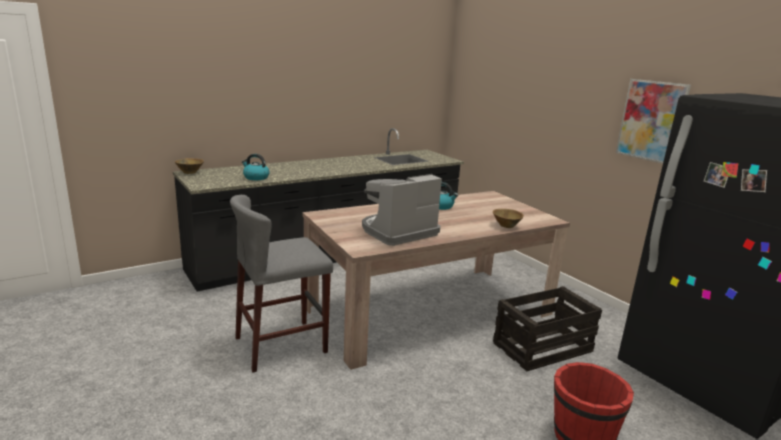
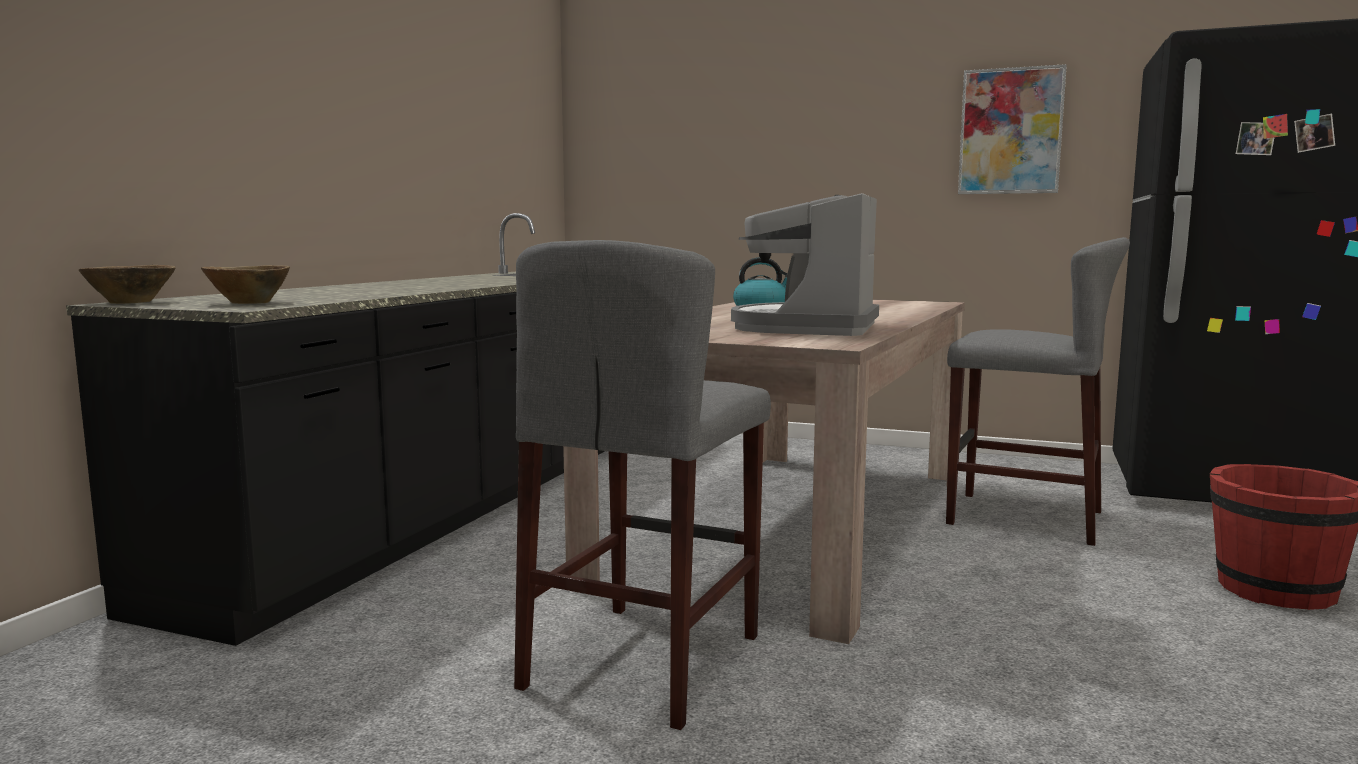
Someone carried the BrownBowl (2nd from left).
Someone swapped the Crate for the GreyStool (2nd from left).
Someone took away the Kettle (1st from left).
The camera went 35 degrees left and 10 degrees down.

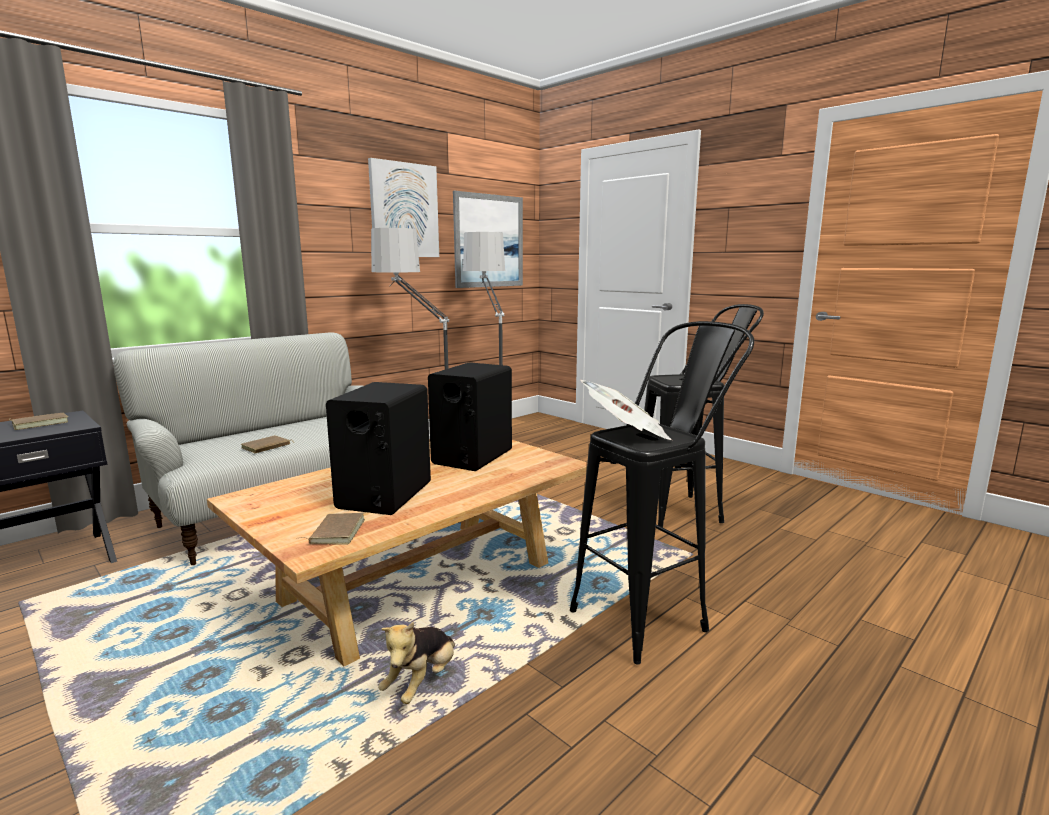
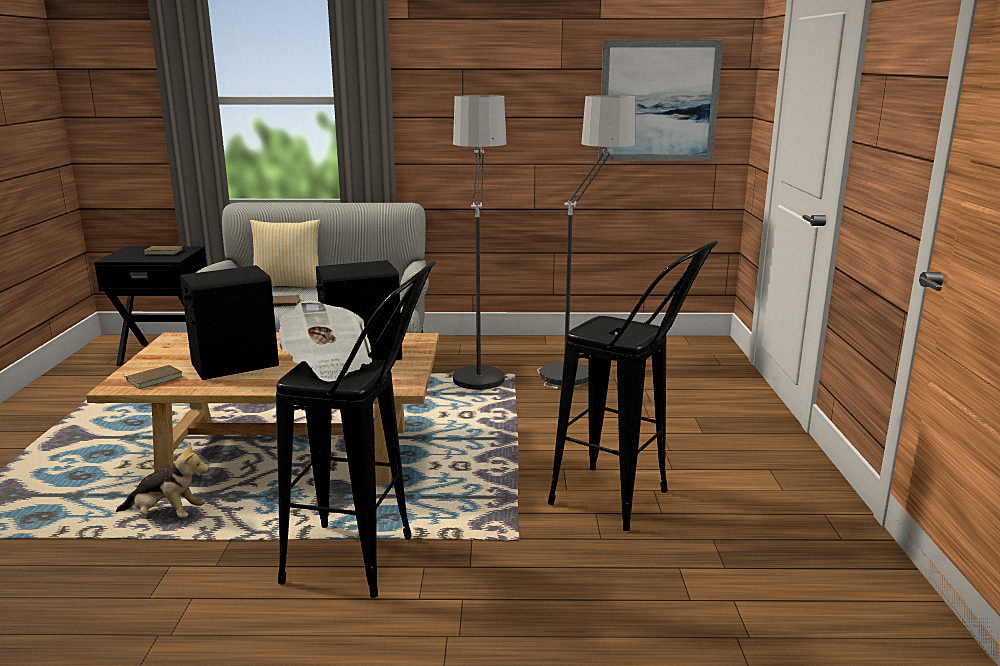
Someone rotated the PlushToy by 150 degrees counterclockwise.
Someone put down the Pillow.
Someone took away the Picture (1st from left).
The camera went 45 degrees right and 5 degrees up.

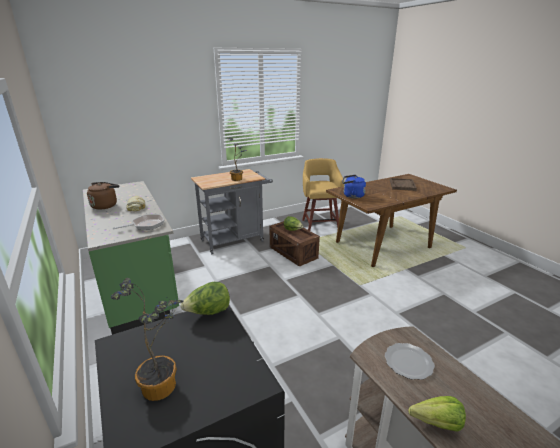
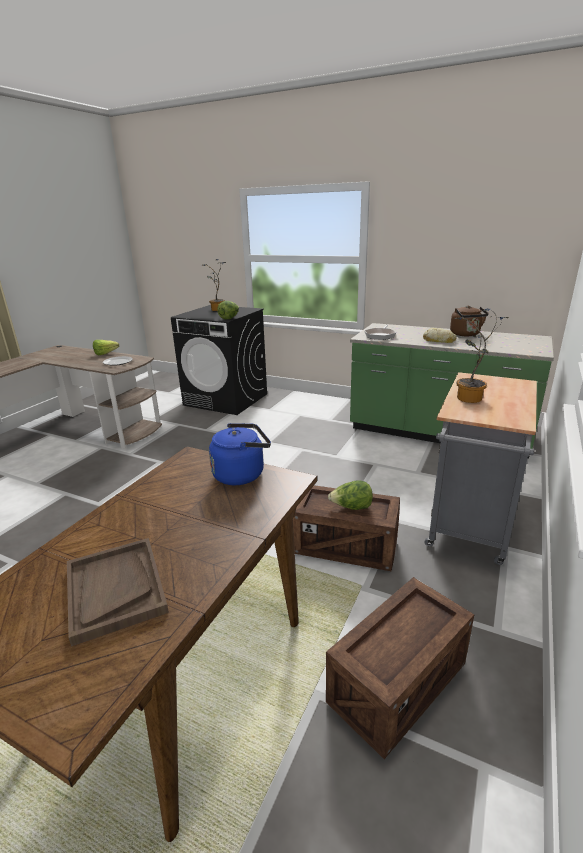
Someone swapped the YellowStool for the Crate (2nd from left).
The camera went 145 degrees right and 0 degrees up.

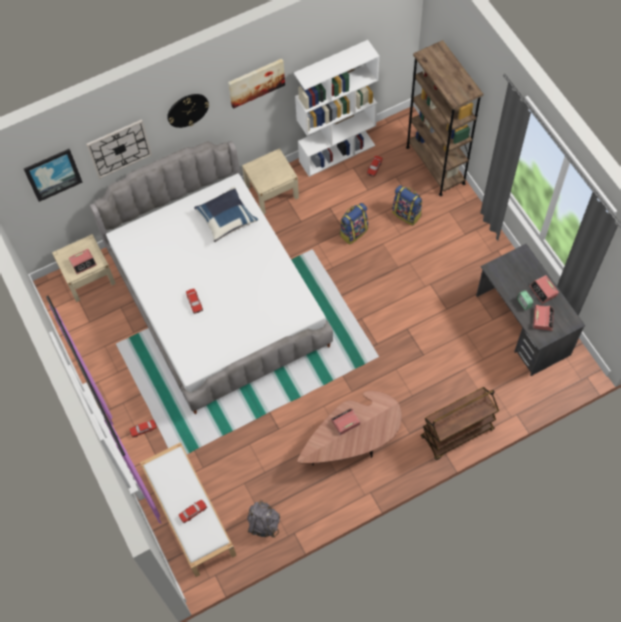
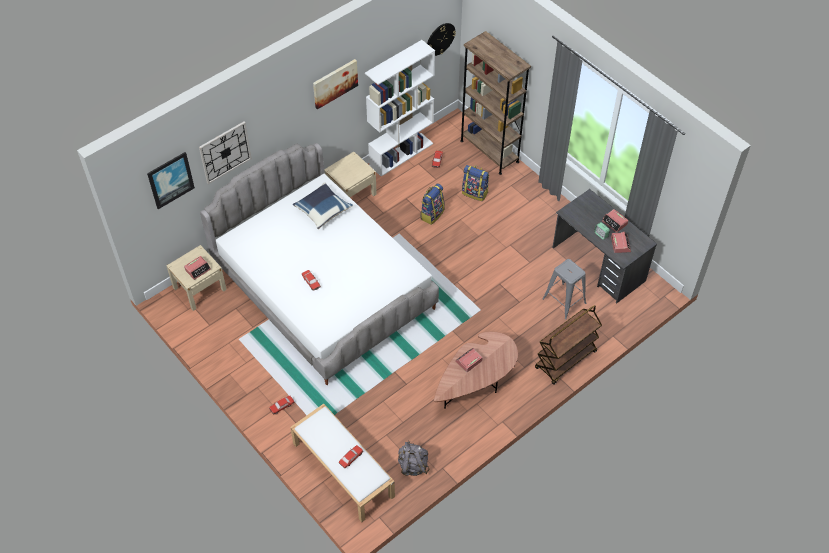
Someone carried the WallClock (2nd from left).
Someone put down the GreyStool.
The camera went 15 degrees left and 10 degrees down.

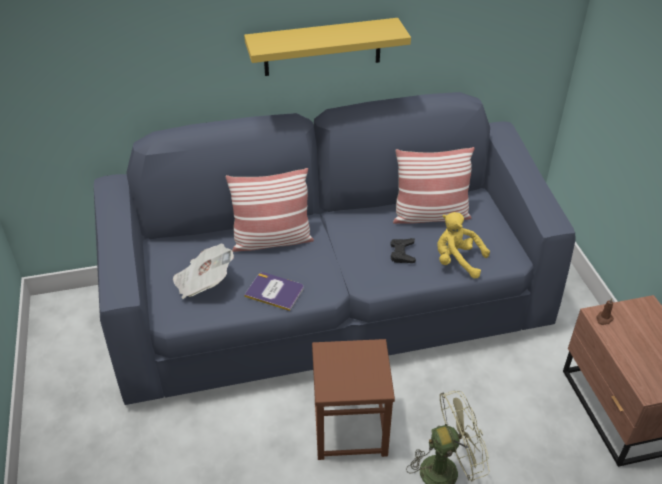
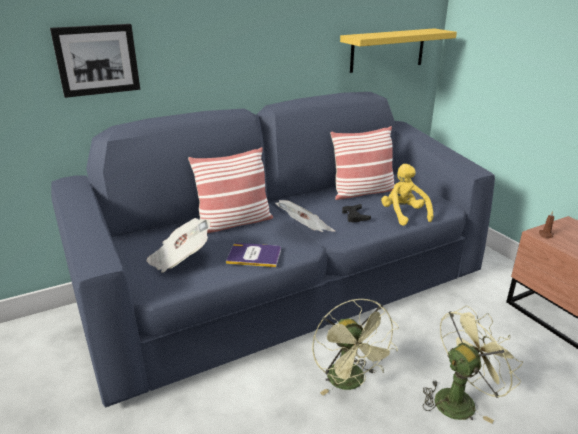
Someone put up the Picture.
Someone put down the Newspaper (2nd from left).
Someone swapped the BrownStool for the GreenFan (1st from left).
Someone carried the YellowShelf.
Someone rotated the YellowPlushToy by 60 degrees clockwise.
The camera went 15 degrees left and 15 degrees down.

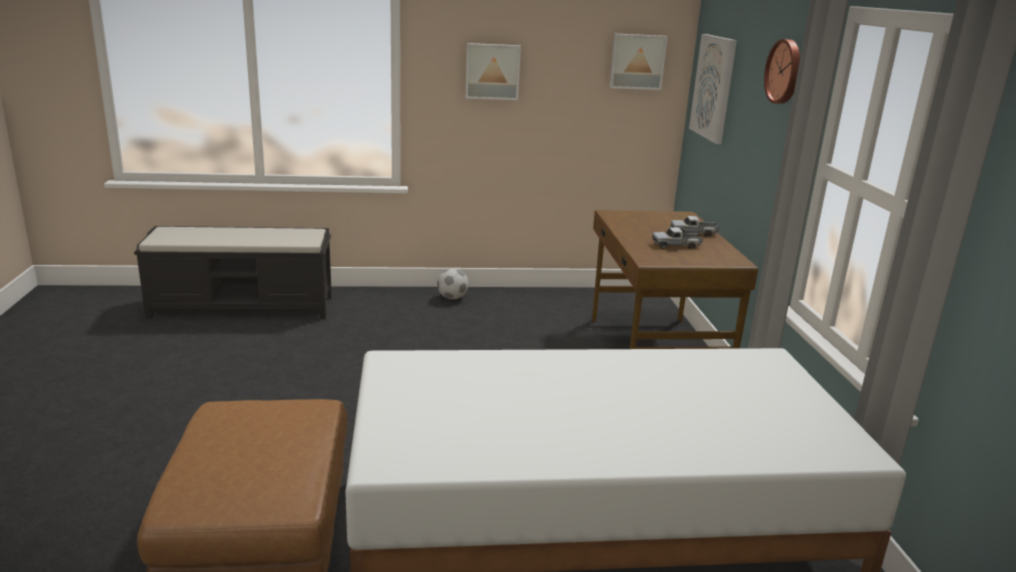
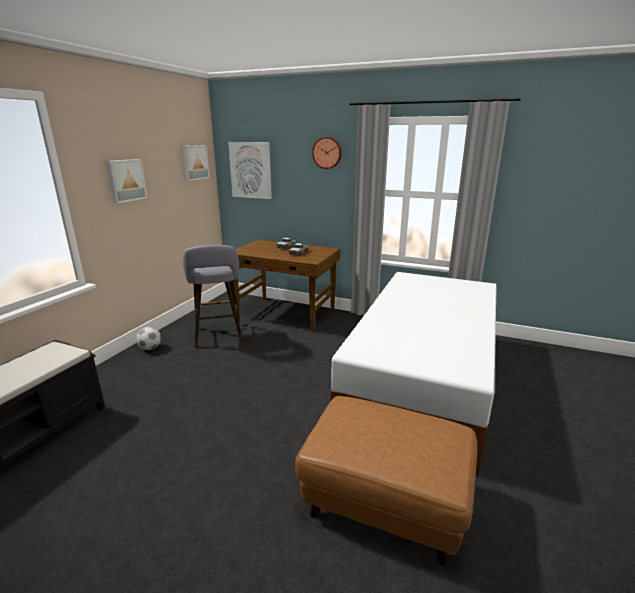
Someone put down the GreyStool.
The camera went 60 degrees left and 0 degrees up.

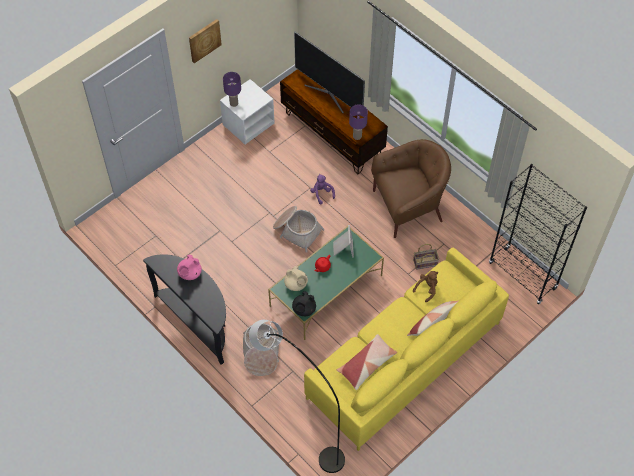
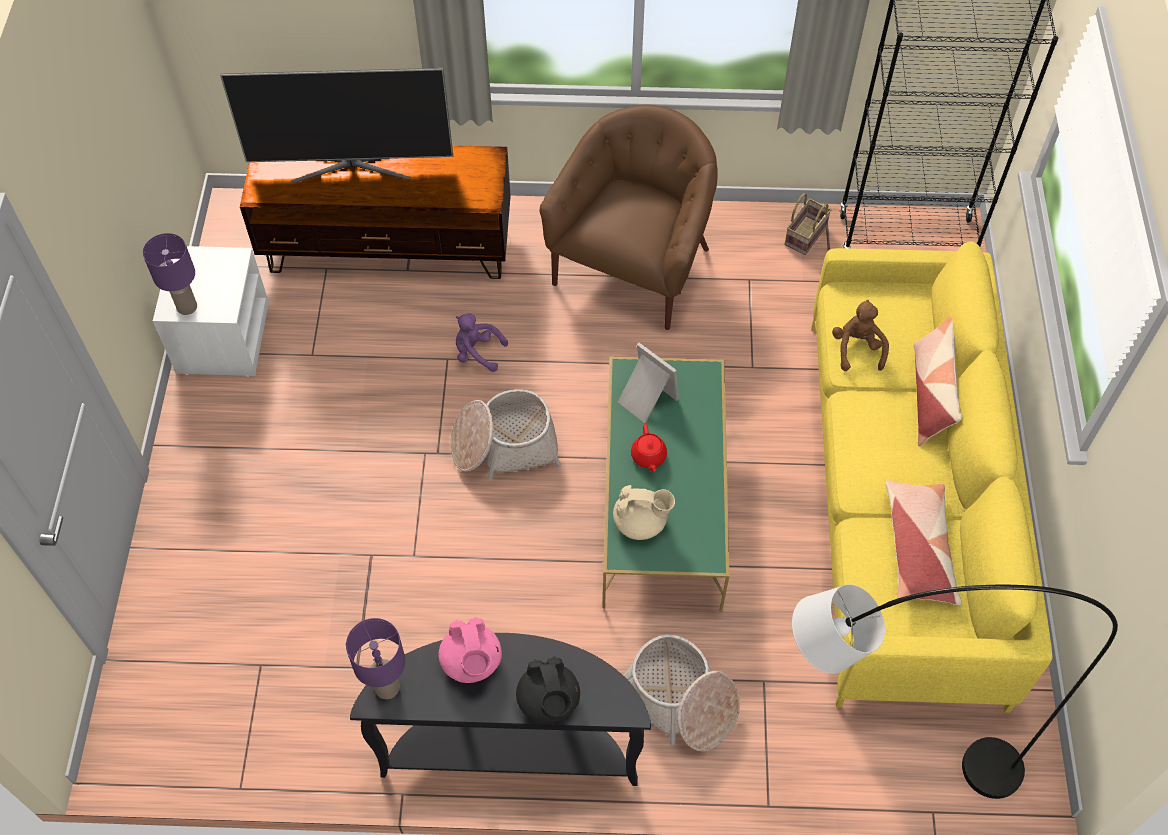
Someone carried the PurpleTableLamp (2nd from left).
Someone carried the BlackTeapot.
Someone carried the Basket (3rd from left).
Someone took away the Picture.
The camera went 45 degrees left and 0 degrees up.

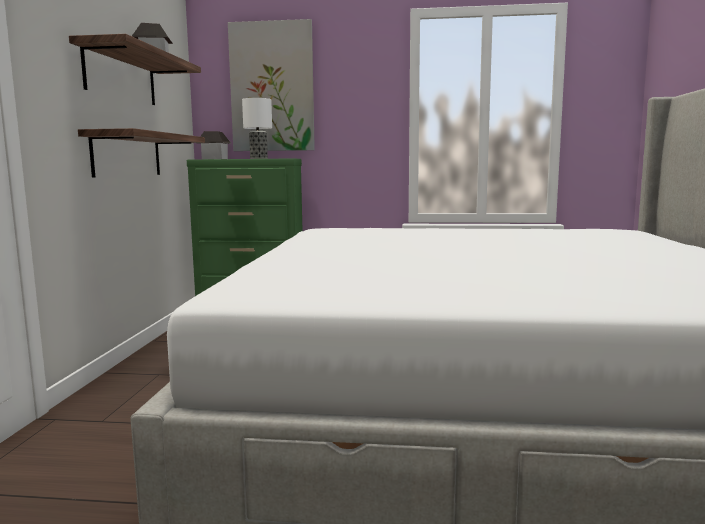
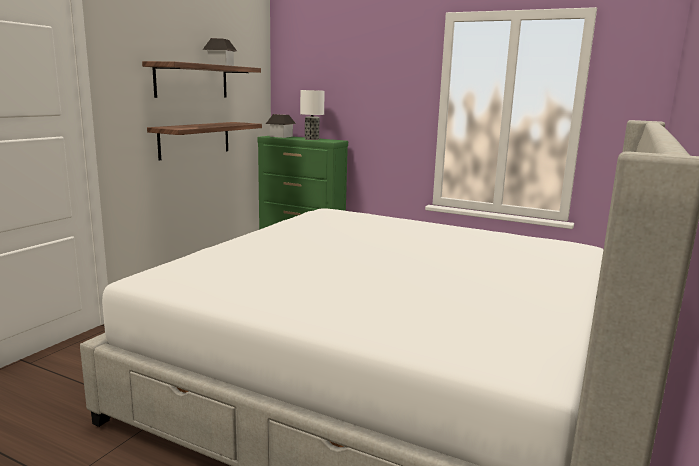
Someone took away the Picture.
The camera went 20 degrees right and 5 degrees up.

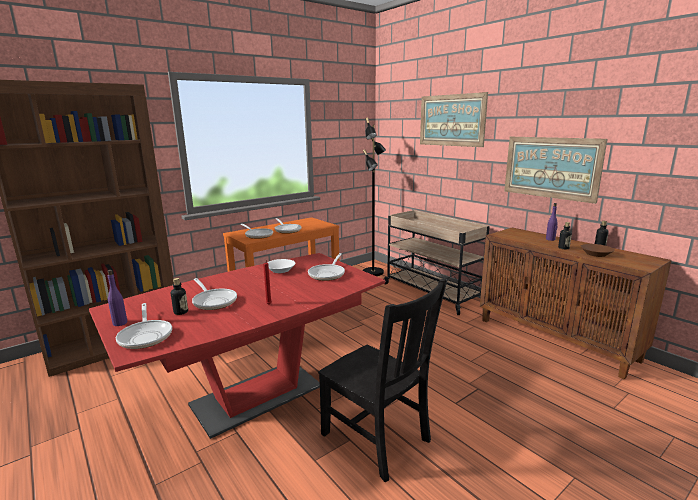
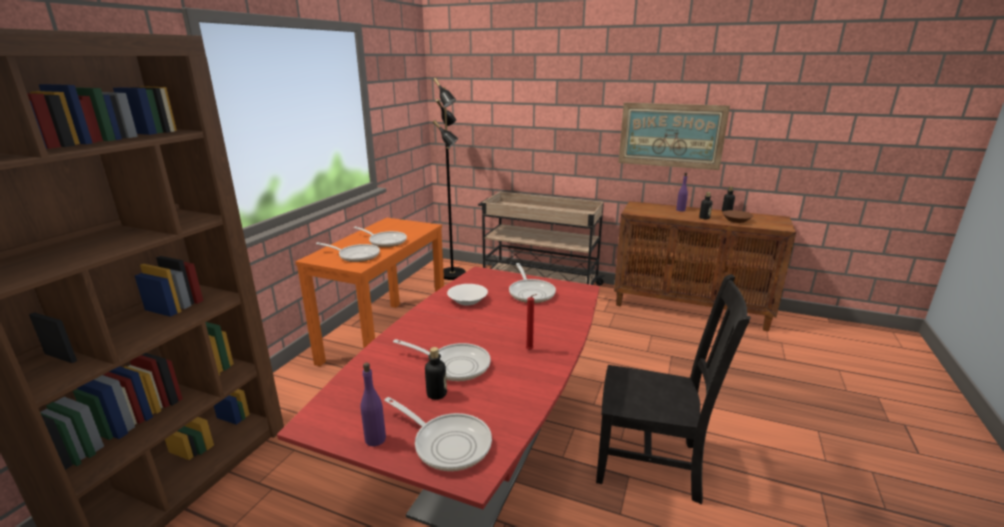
Someone took away the Picture (1st from left).
The camera went 30 degrees left and 5 degrees up.

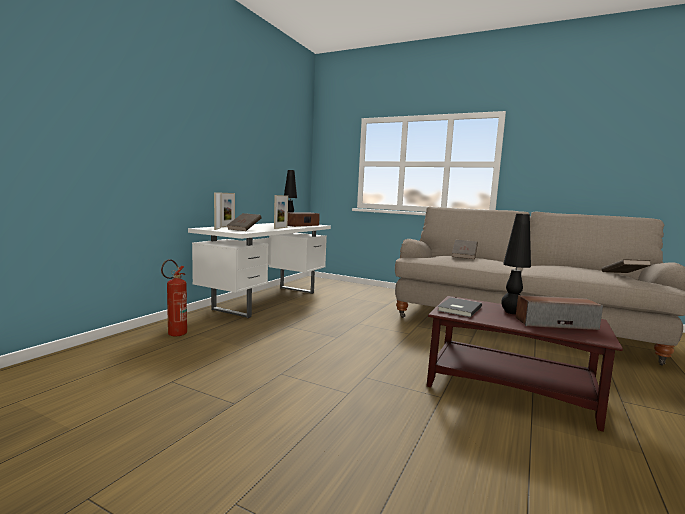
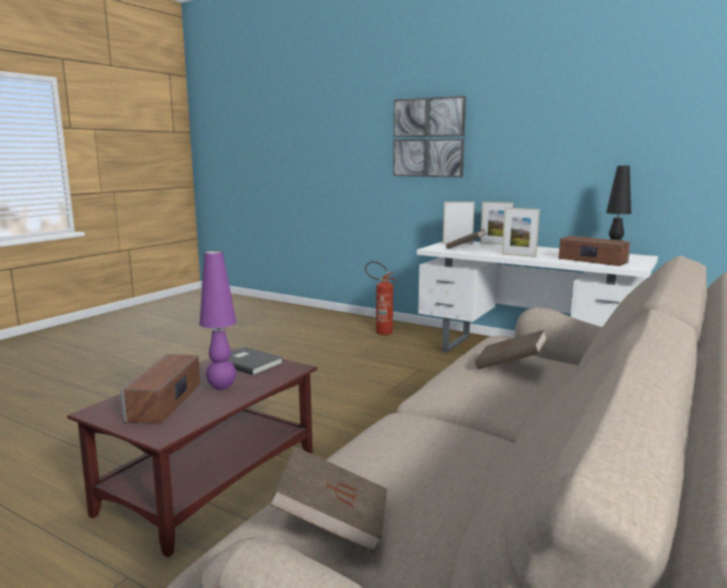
Someone repainted the BlackTableLamp (2nd from left), which became the PurpleTableLamp.
Someone put up the Picture.
The camera went 95 degrees right and 5 degrees up.

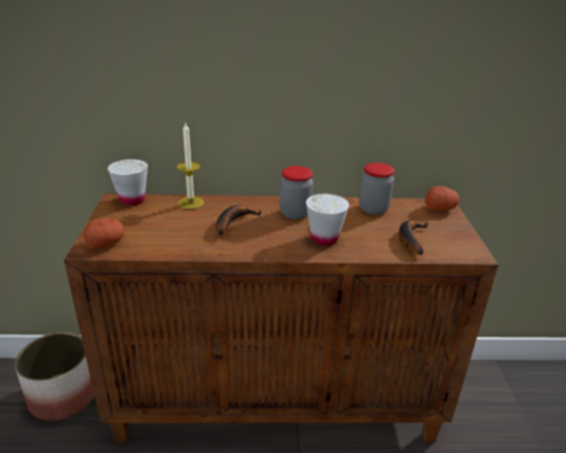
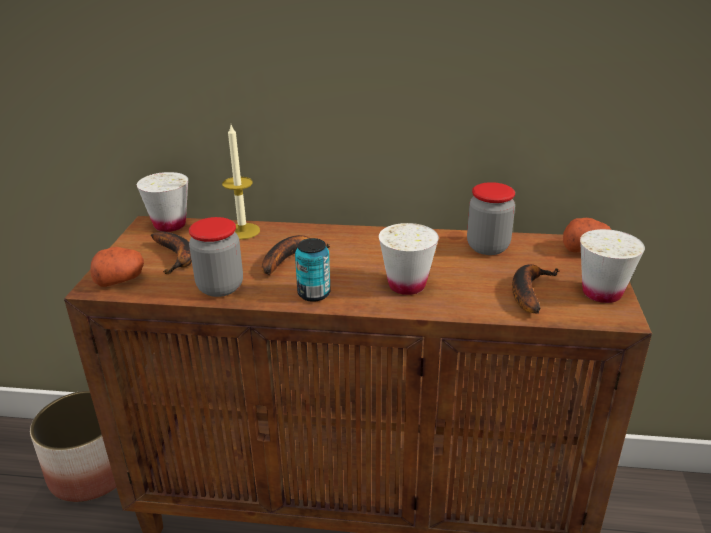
Someone put down the Banana (1st from left).
Someone carried the Jar (1st from left).
Someone put down the Can.
Someone put down the WhiteCup (3rd from left).
The camera went 10 degrees right and 0 degrees up.

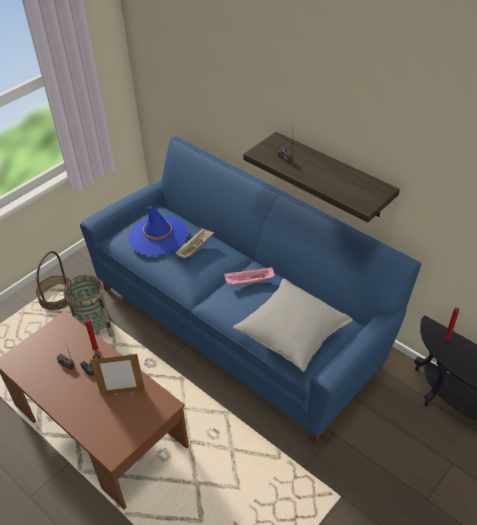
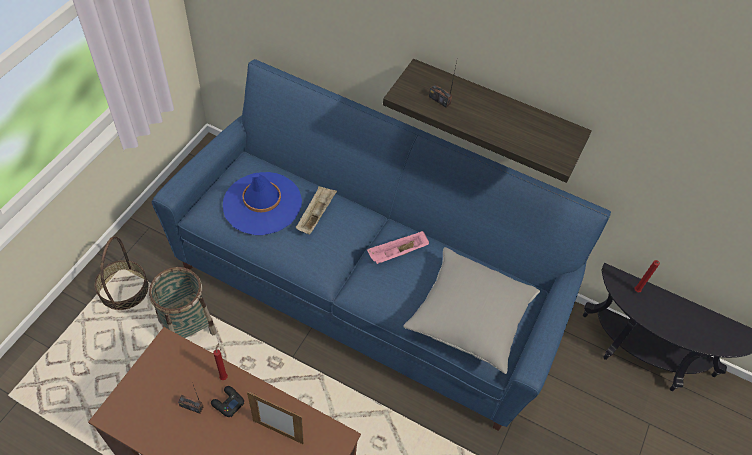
Someone rotated the PictureFrame by 45 degrees clockwise.
The camera went 20 degrees left and 10 degrees up.

